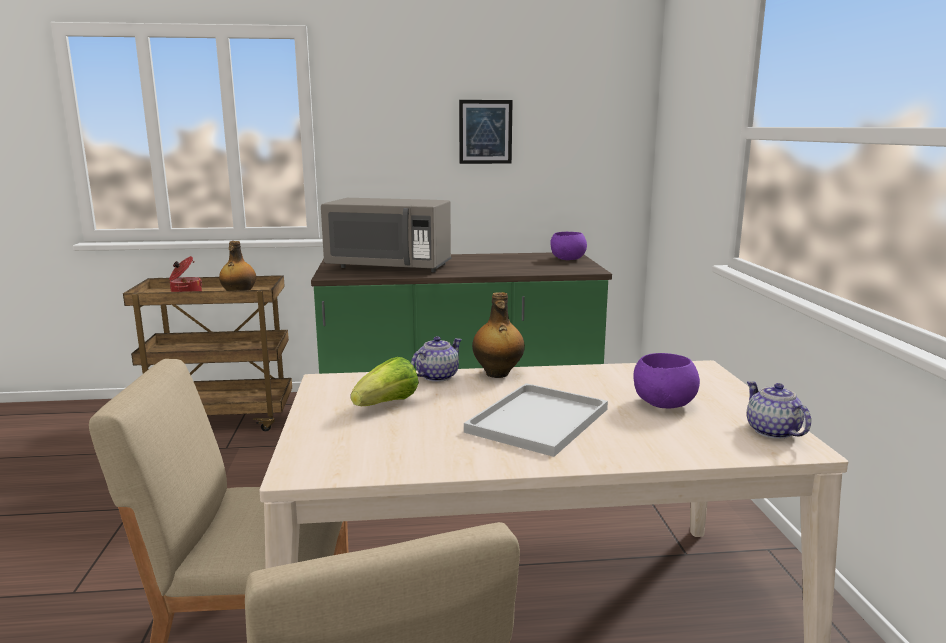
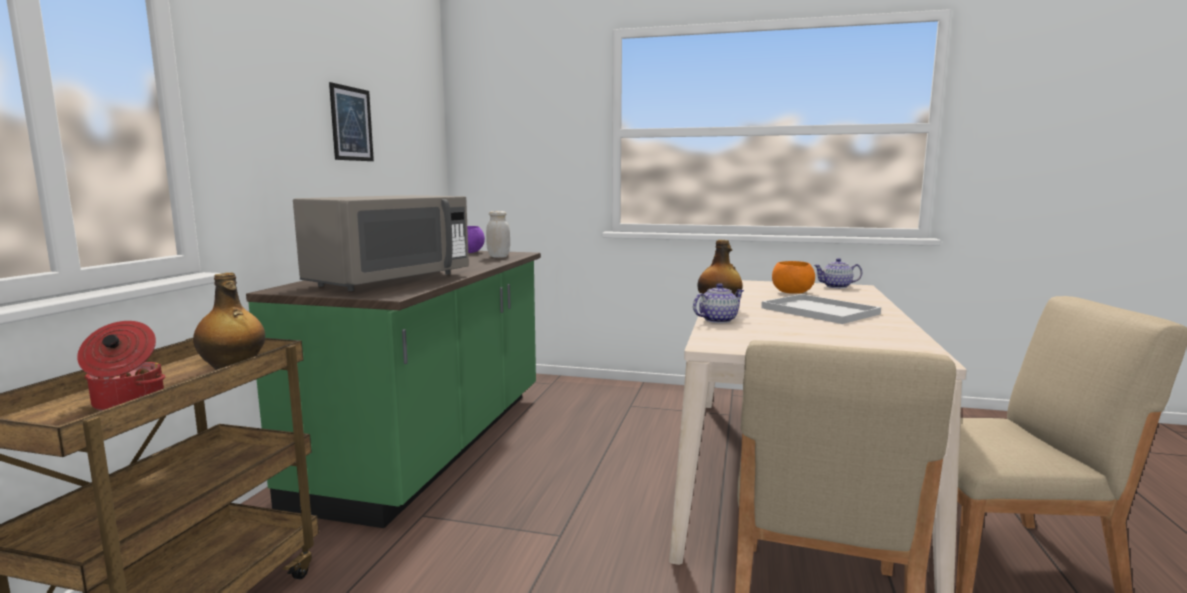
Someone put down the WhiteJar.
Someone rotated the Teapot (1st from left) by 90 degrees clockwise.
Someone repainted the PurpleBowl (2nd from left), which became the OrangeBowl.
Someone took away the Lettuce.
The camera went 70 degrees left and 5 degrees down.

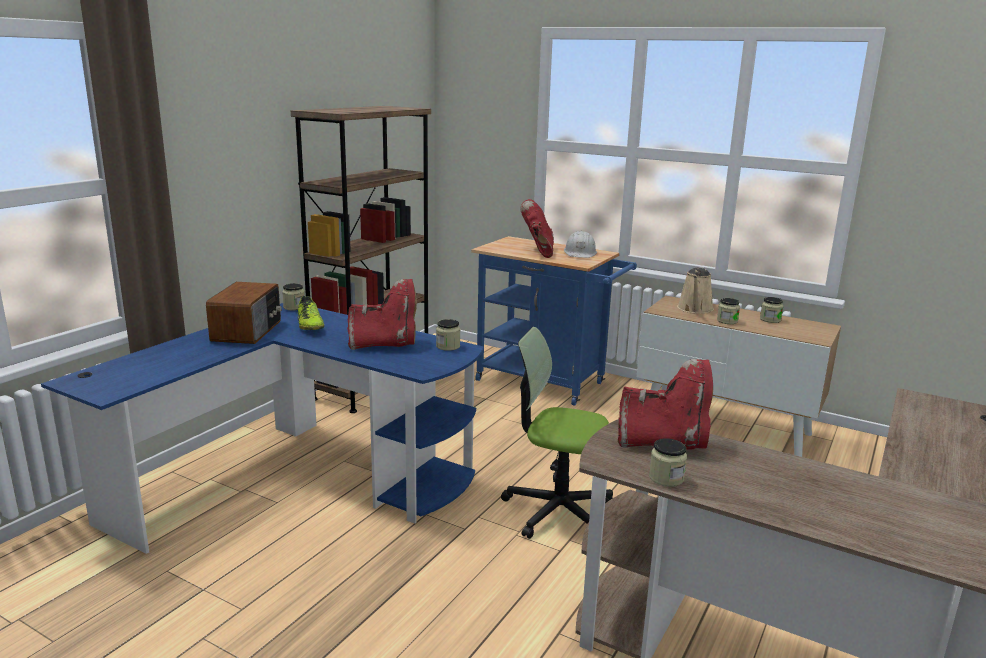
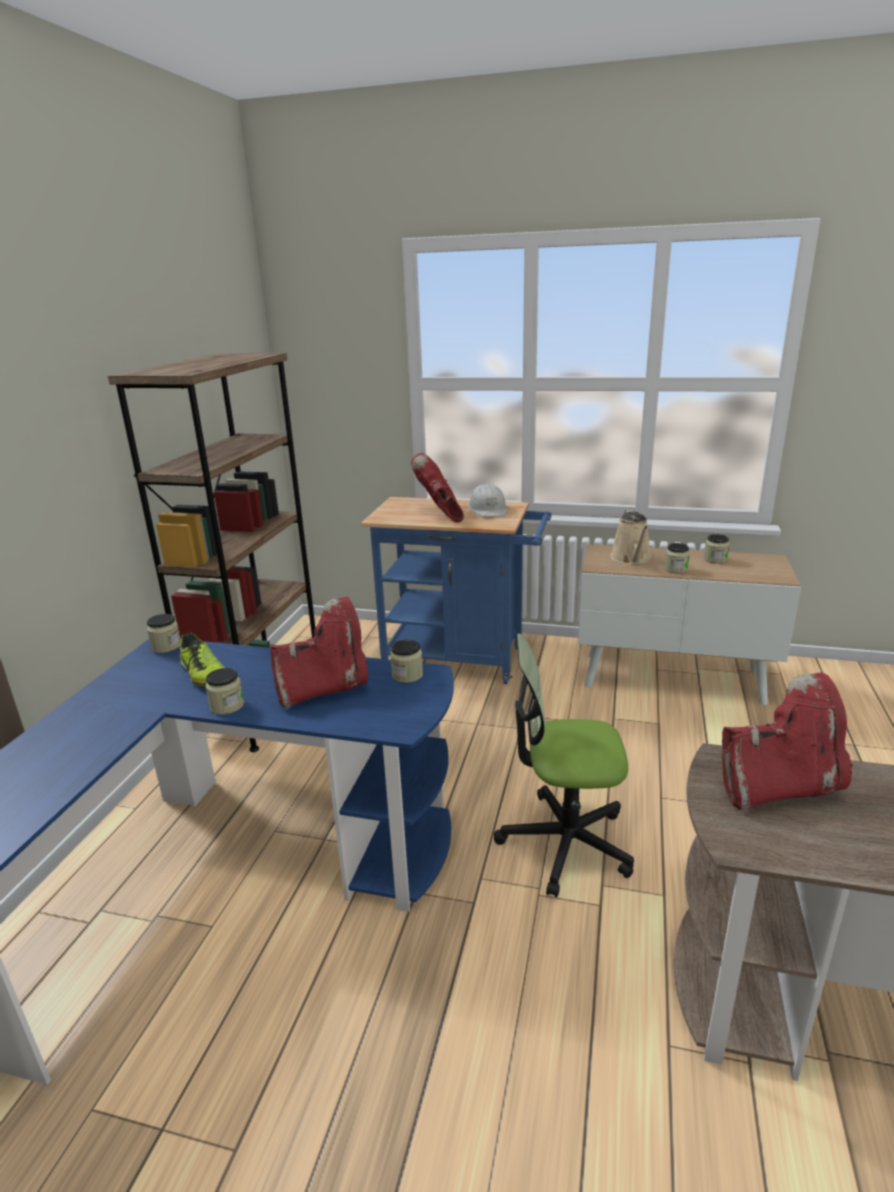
Someone carried the Jar (3rd from left in the first image).
Someone took away the Radio.
The camera went 15 degrees left and 5 degrees up.

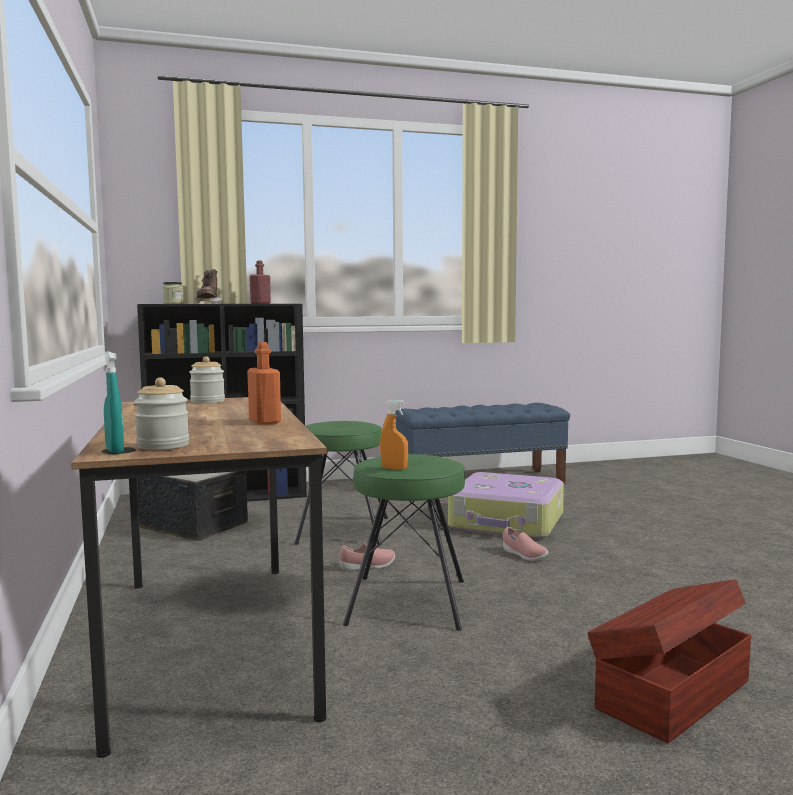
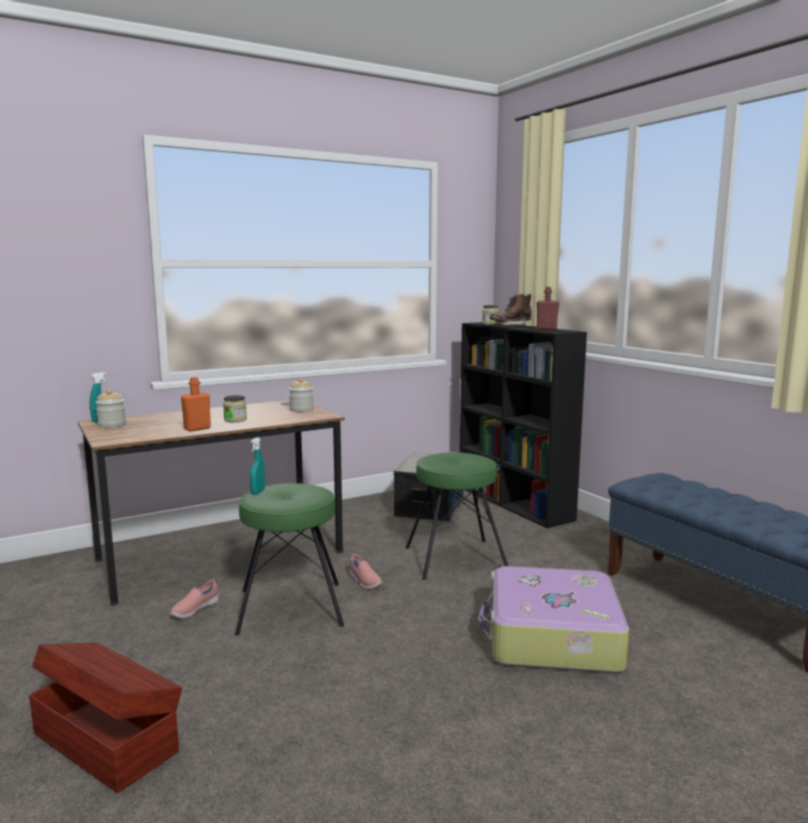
Someone carried the PinkShoe (2nd from left in the first image).
Someone put down the Jar (2nd from left).
Someone repainted the OrangeSprayBottle, which became the TurquoiseSprayBottle (2nd from left).
The camera went 75 degrees right and 5 degrees up.

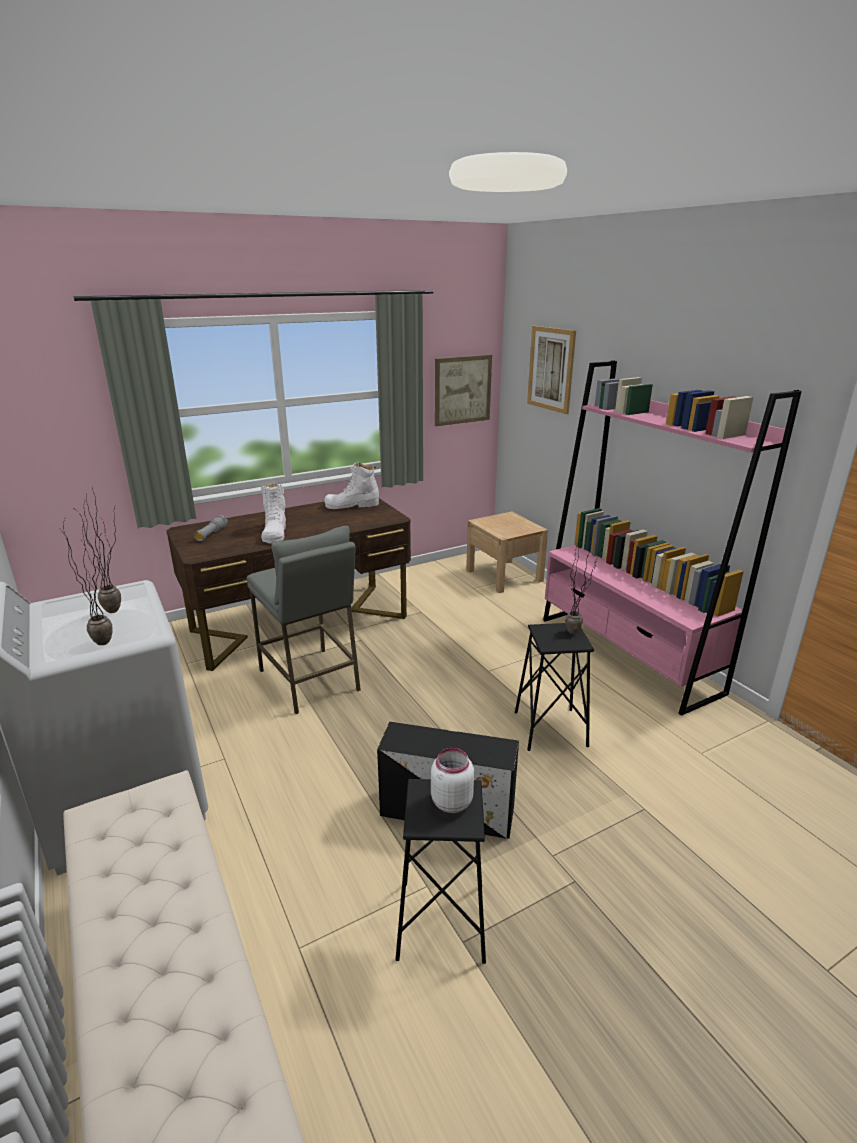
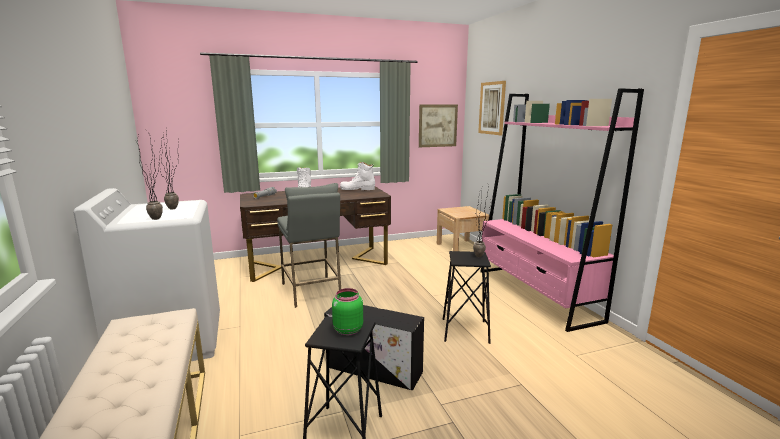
Someone repainted the WhiteJar, which became the GreenJar.
The camera went 10 degrees right and 10 degrees down.

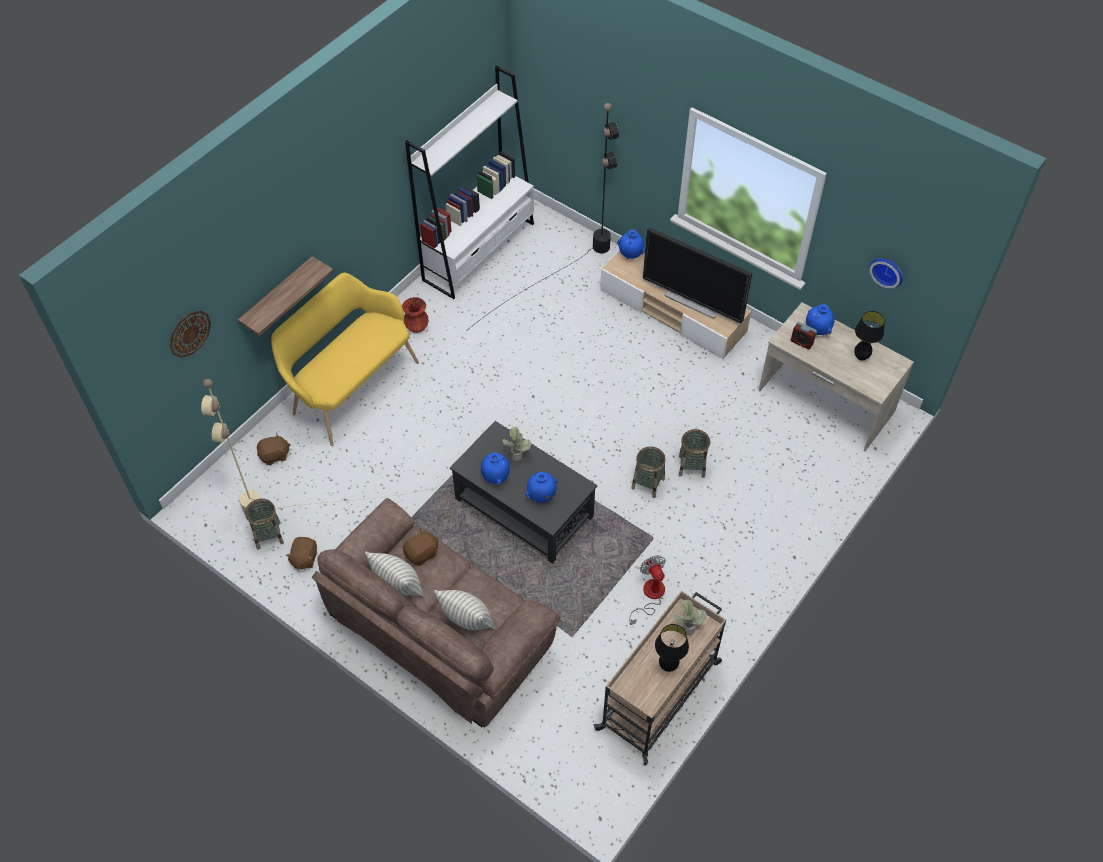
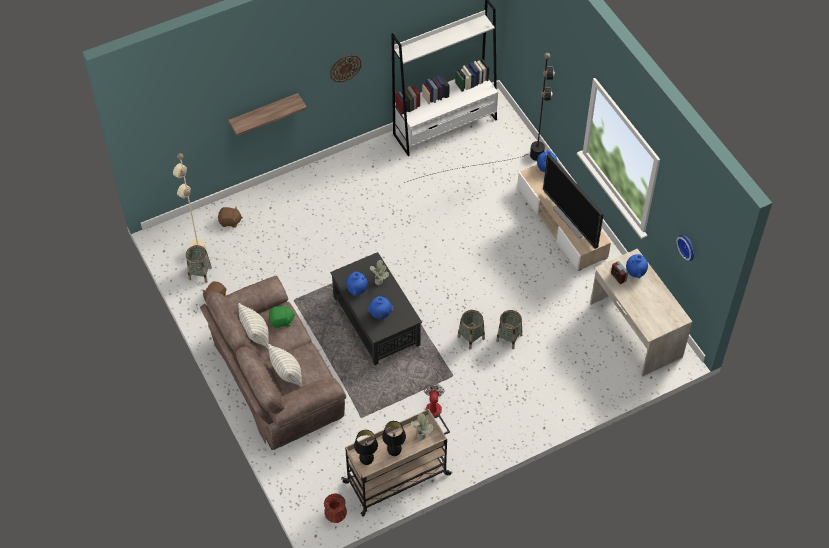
Someone repainted the BrownPlushToy (3rd from left), which became the GreenPlushToy.
Someone carried the RedVase.
Someone carried the WallClock (1st from left).
Someone carried the BlackTableLamp (2nd from left in the first image).
Someone took away the YellowBench.
The camera went 25 degrees right and 0 degrees up.

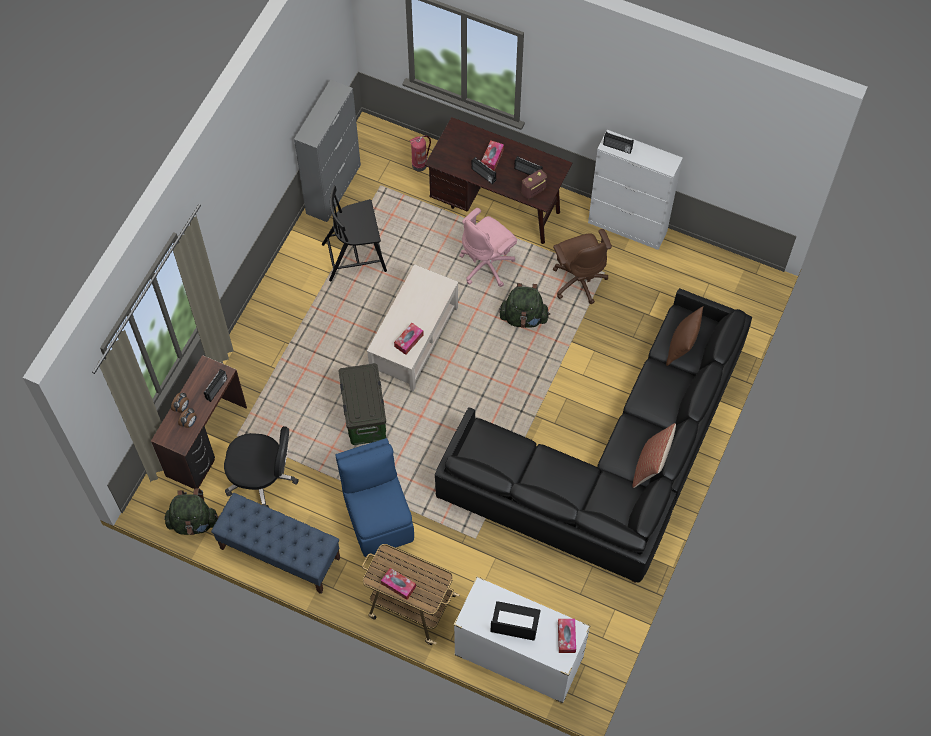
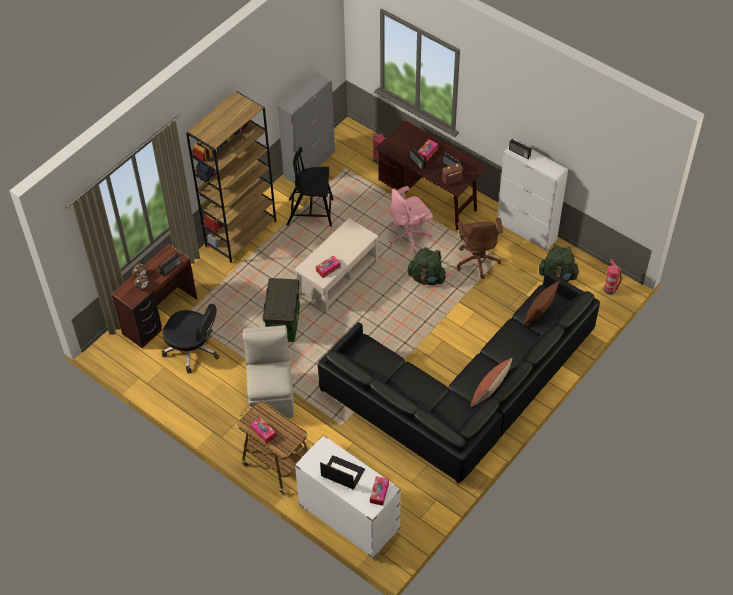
Someone put down the BrownBookcase.
Someone repainted the BlueChair, which became the BeigeChair.
Someone carried the GreenBackpack (1st from left in the first image).
Someone put down the FireExtinguisher (2nd from left).
Someone took away the BlueBench.
The camera went 15 degrees right and 10 degrees down.

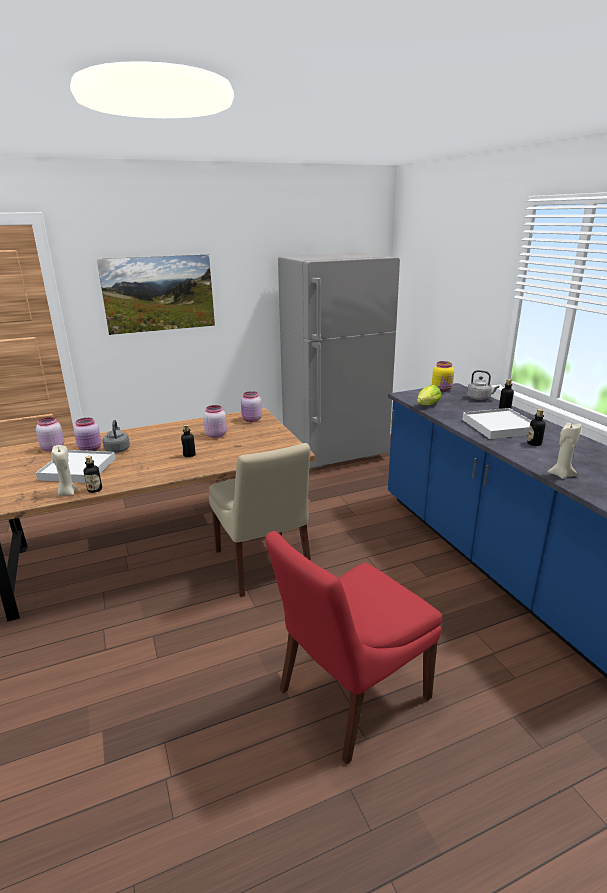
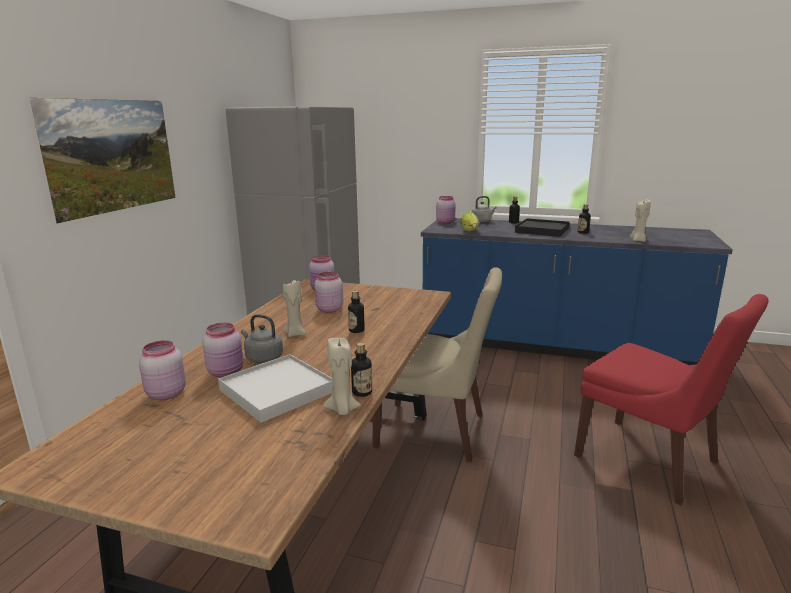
Someone put down the BeigeCandle (1st from left).
Someone repainted the YellowJar, which became the PinkJar (5th from left).
Someone repainted the WhiteTray (2nd from left), which became the BlackTray.
Someone rotated the RedChair by 45 degrees counterclockwise.
The camera went 50 degrees left and 5 degrees down.

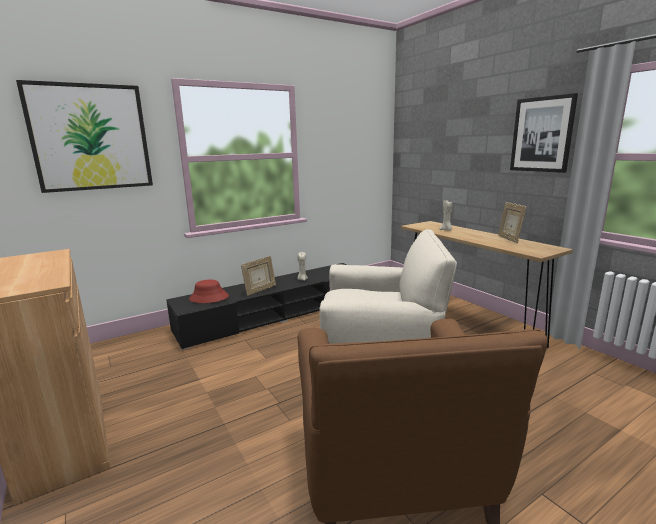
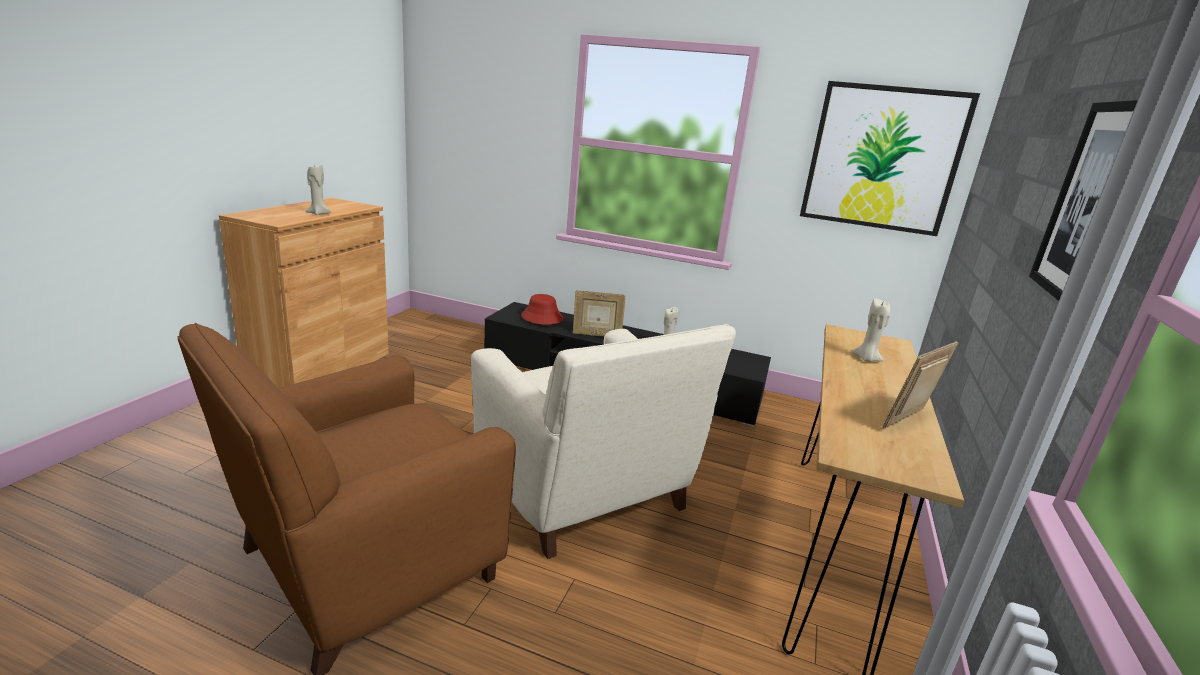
Someone put down the BeigeCandle (1st from left).
Someone carried the Picture (1st from left).
The camera went 50 degrees right and 5 degrees up.

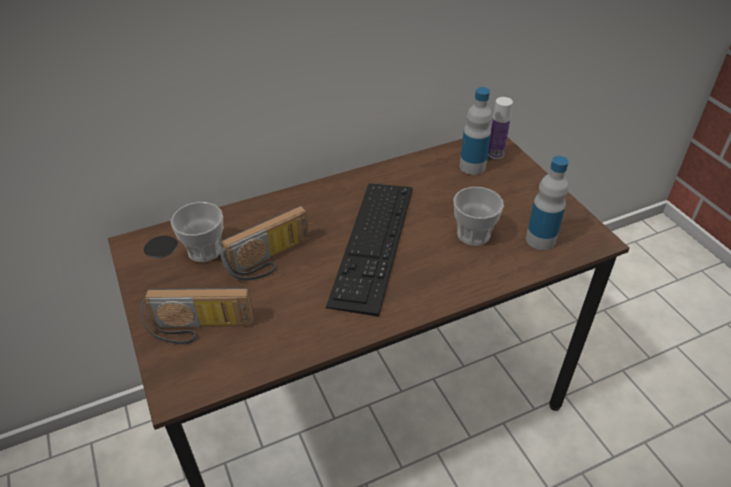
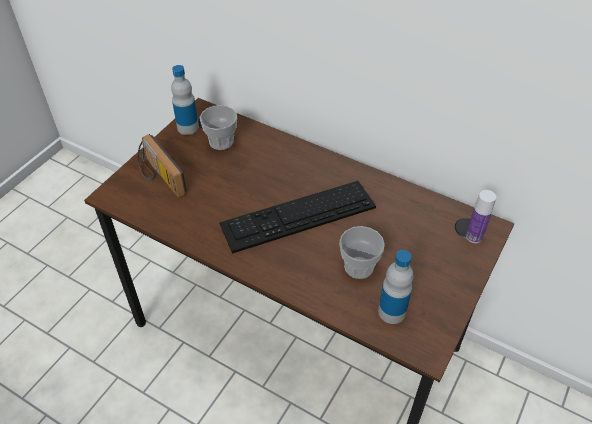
Someone carried the Bottle (1st from left).
Someone took away the Radio (2nd from left).
The camera went 55 degrees right and 5 degrees up.

